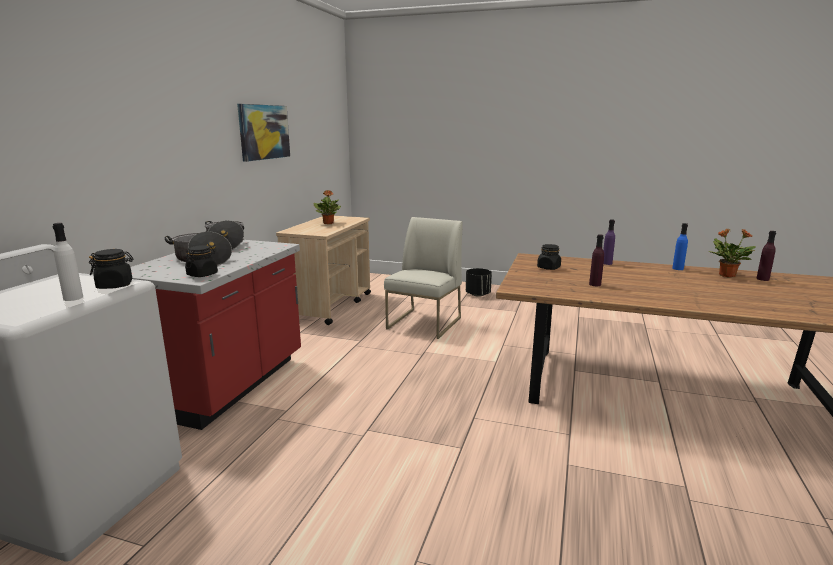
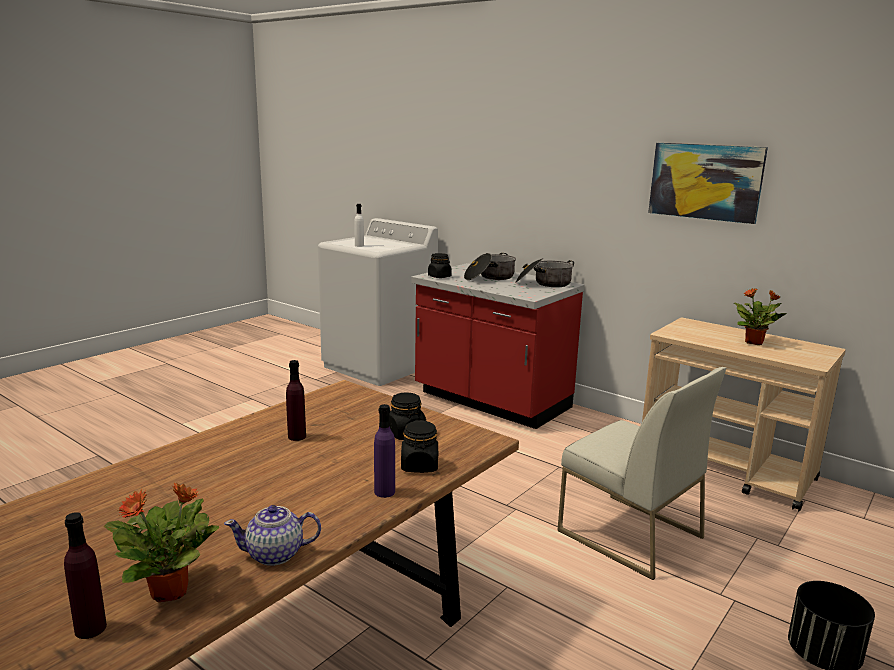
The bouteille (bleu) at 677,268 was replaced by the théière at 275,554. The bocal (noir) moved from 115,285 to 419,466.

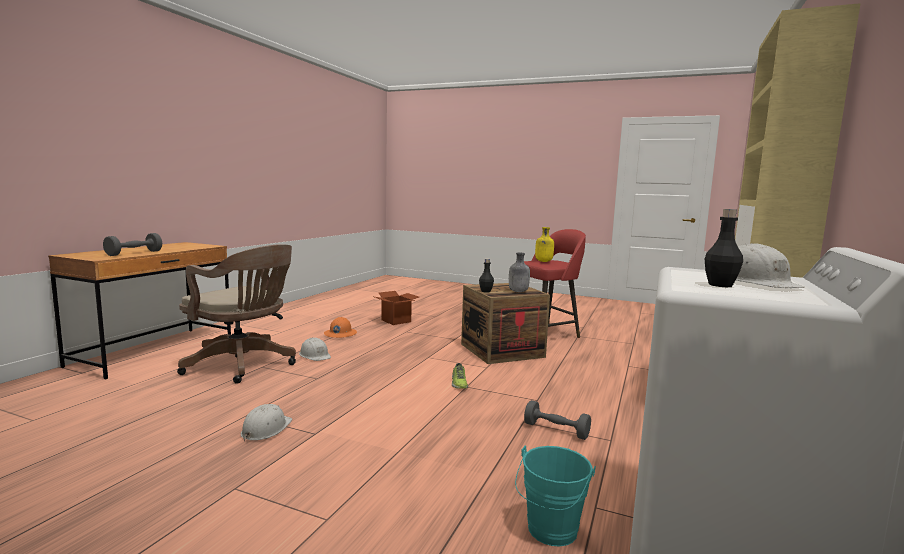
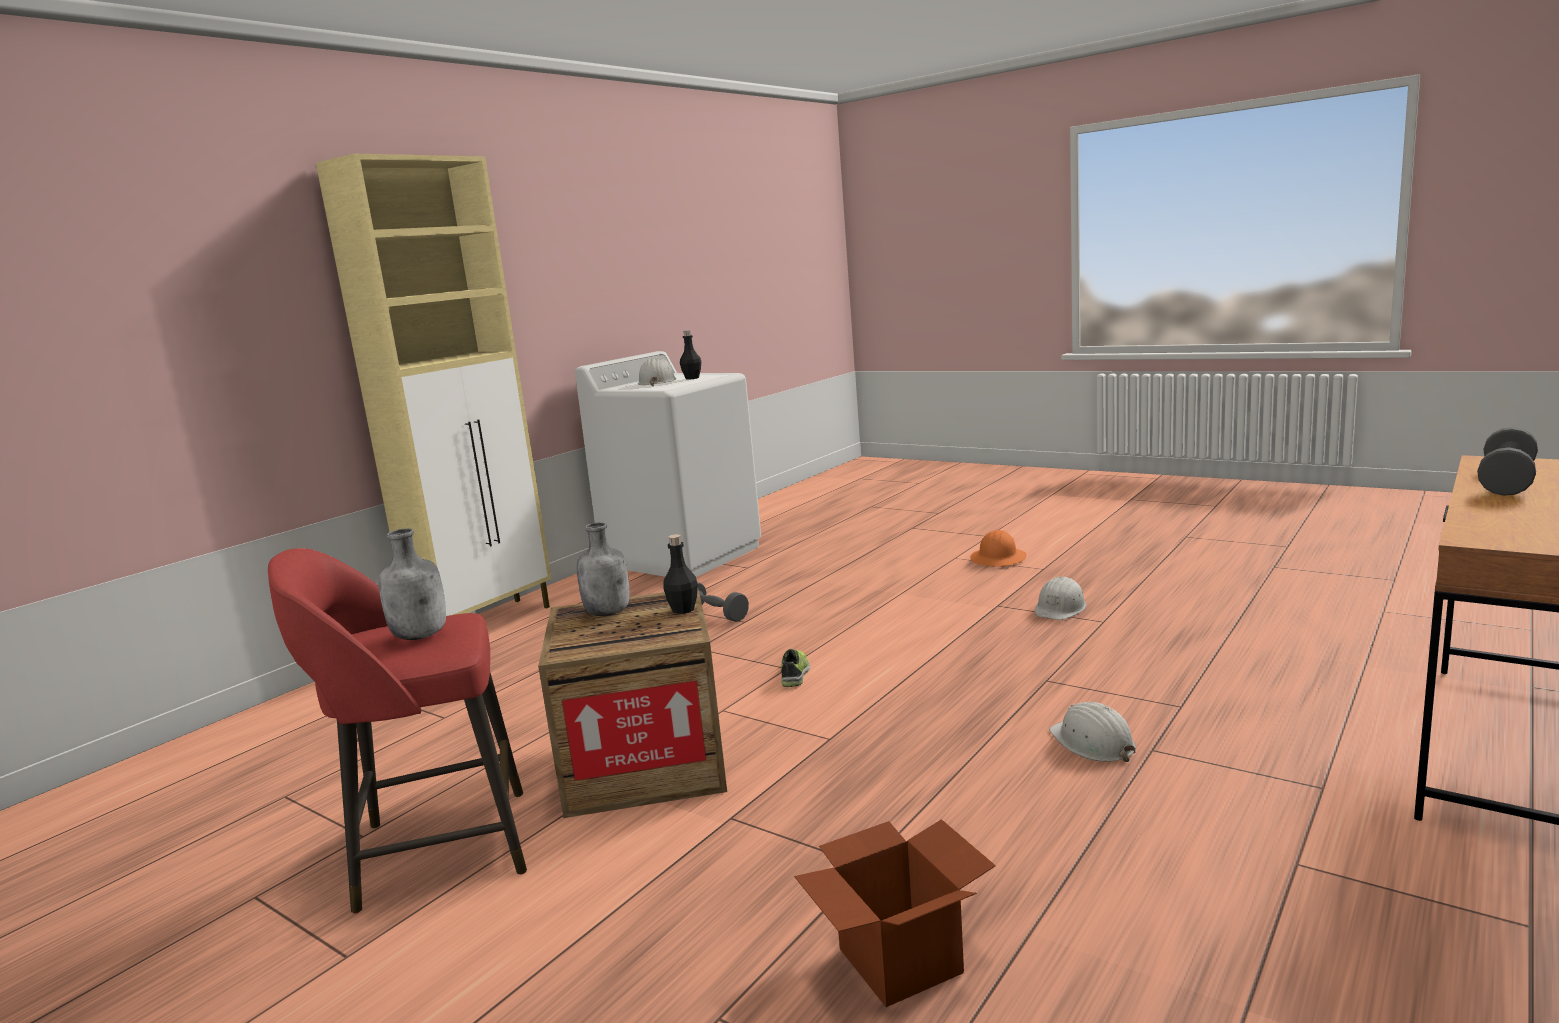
The bouteille (jaune) at 543,261 became the bouteille (gris) at 421,635. The casque de chantier (orange) moved from 340,334 to 998,559. The chaise de bureau (marron) at 243,365 disappeared. The seau (turquoise) at 550,533 disappeared.

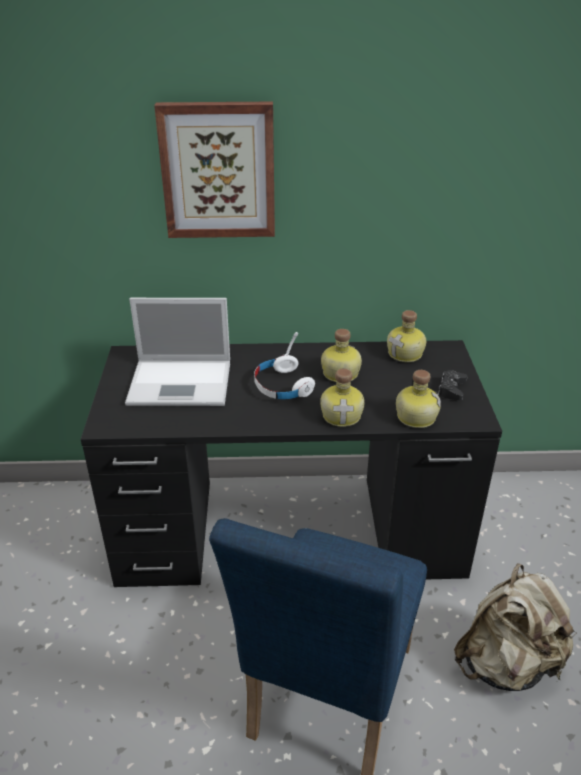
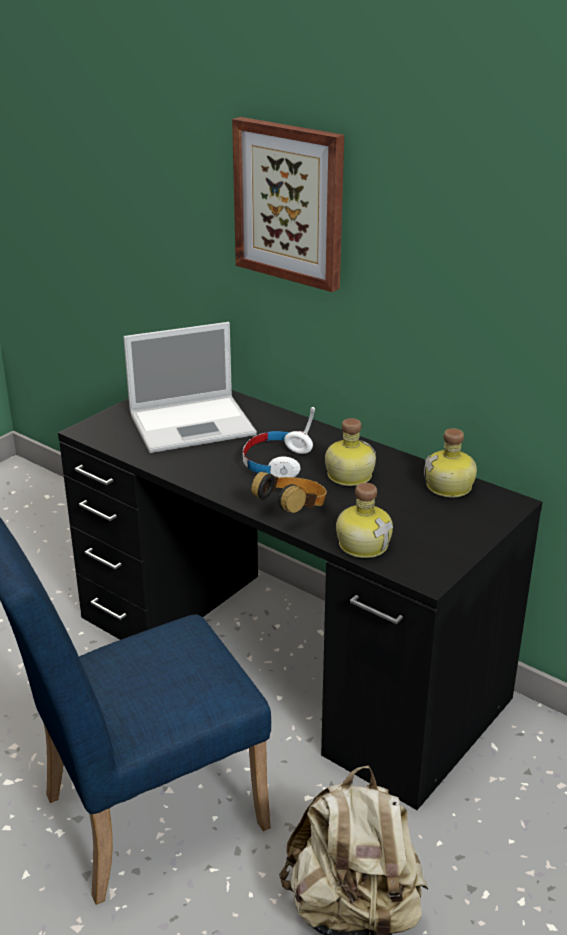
The ordinateur portable at 182,383 turned 60 degrees counterclockwise. The bouteille at 342,415 was replaced by the casque audio at 293,510. The manette (noir) at 451,389 disappeared.

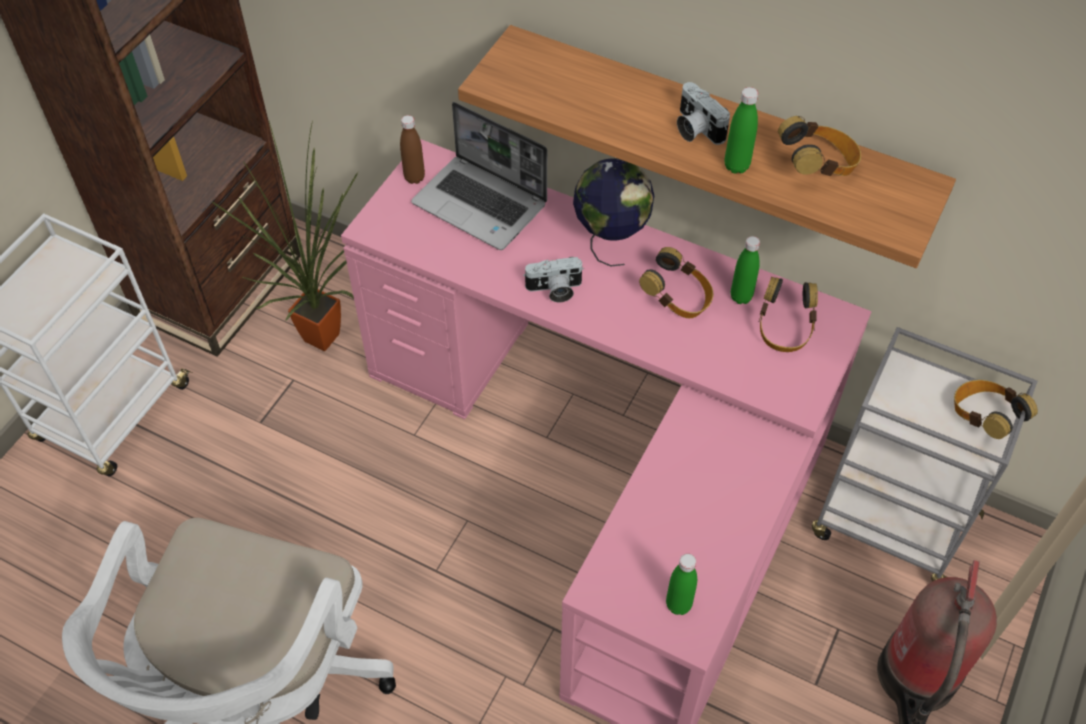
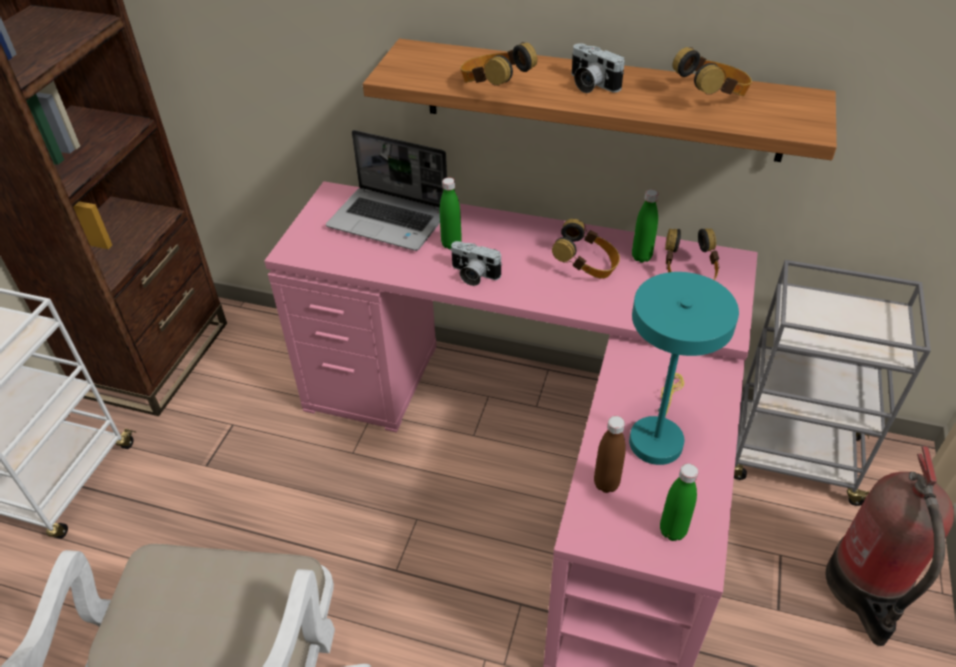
The bouteille (vert) moved from 736,166 to 451,244. The appareil photo at 554,290 turned 45 degrees clockwise. The casque audio moved from 983,418 to 494,87. The bouteille (marron) moved from 414,177 to 606,484. The lampe de table (turquoise) at 657,435 appeared. The plante en pot at 326,341 disappeared. The globe at 610,240 disappeared.

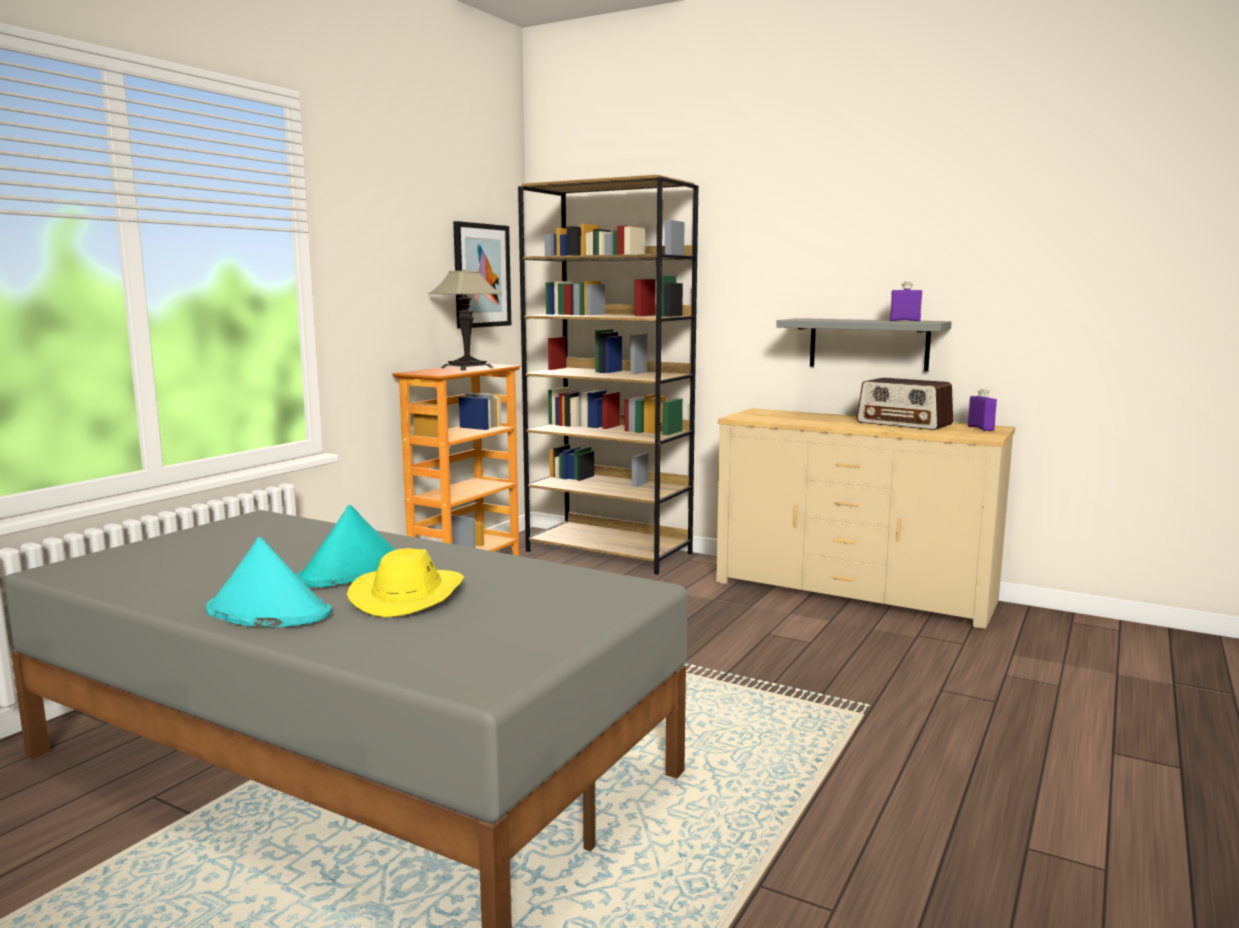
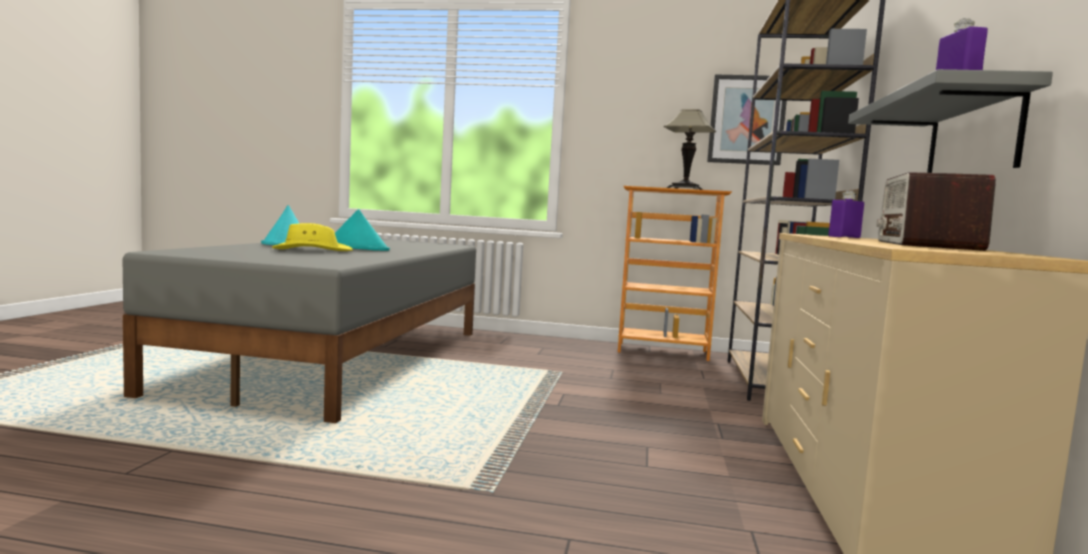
The bouteille (violet) moved from 980,428 to 844,237.

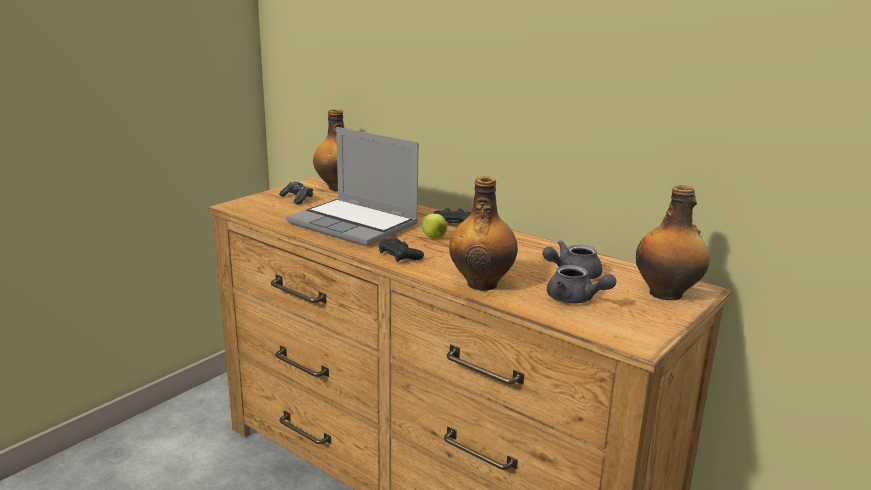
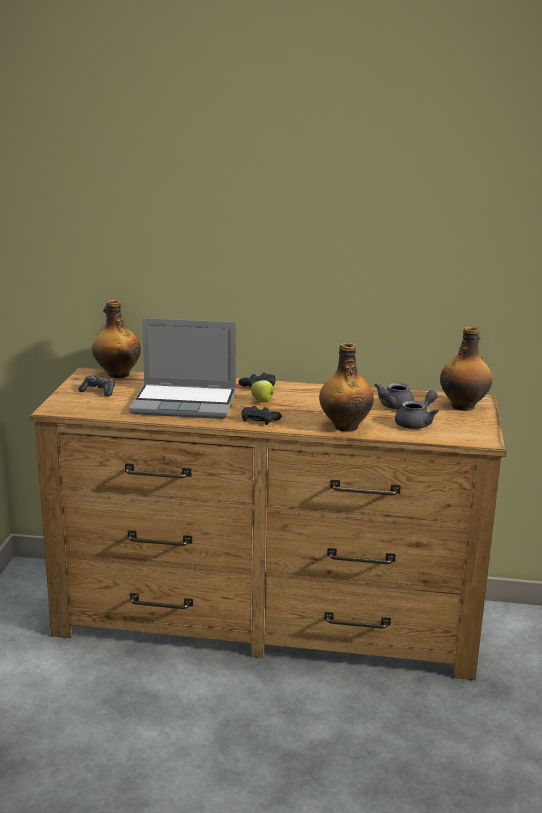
The théière (gris) at 575,299 turned 60 degrees counterclockwise.

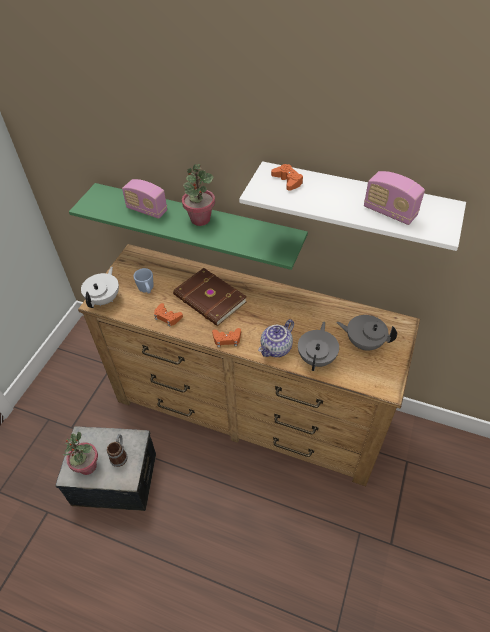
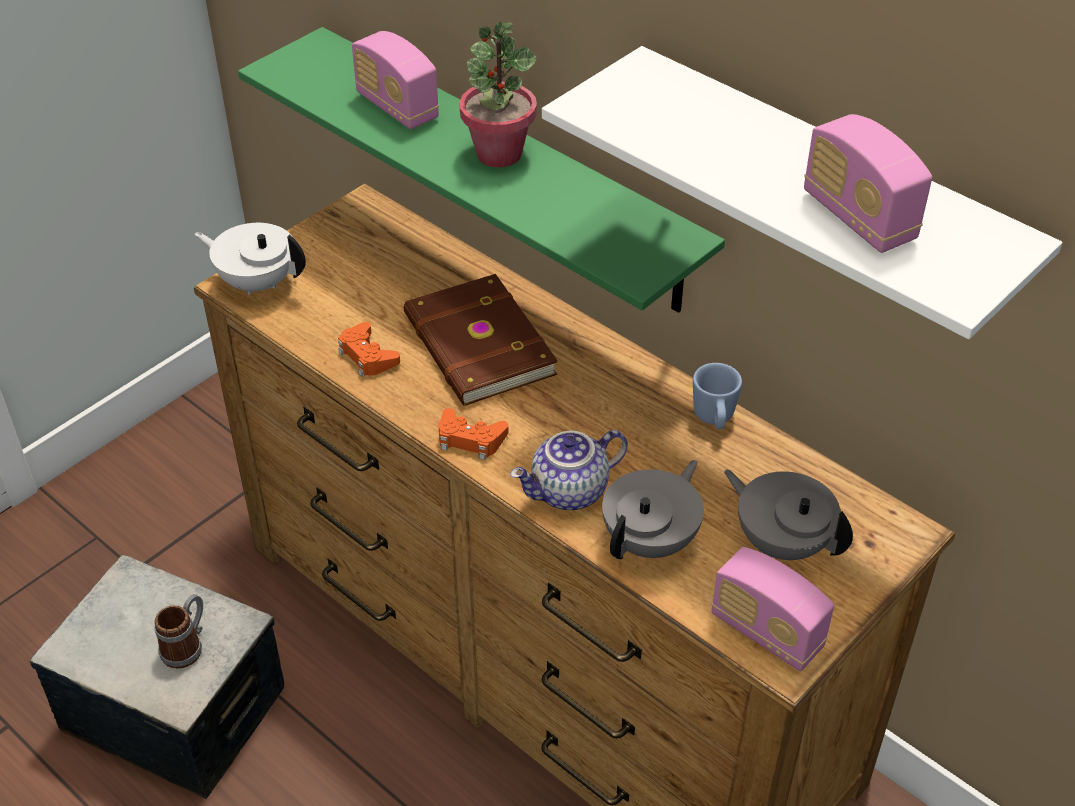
The théière (blanc) at 104,299 turned 105 degrees counterclockwise. The mug (bleu) moved from 147,290 to 714,419. The radio at 766,632 appeared. The plante en pot at 87,466 disappeared. The manette (orange) at 287,181 disappeared.

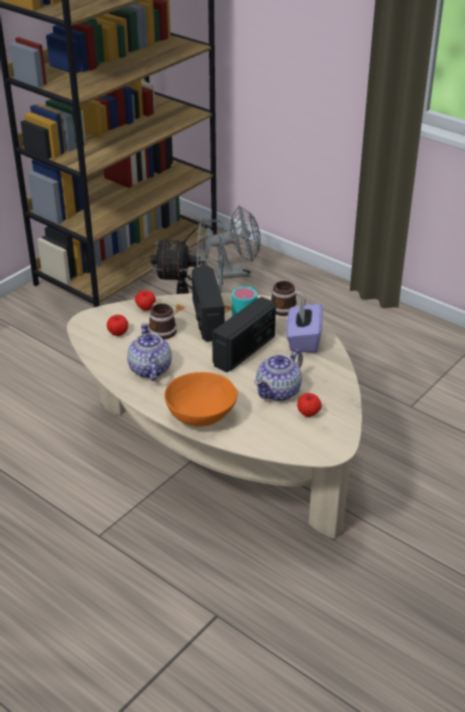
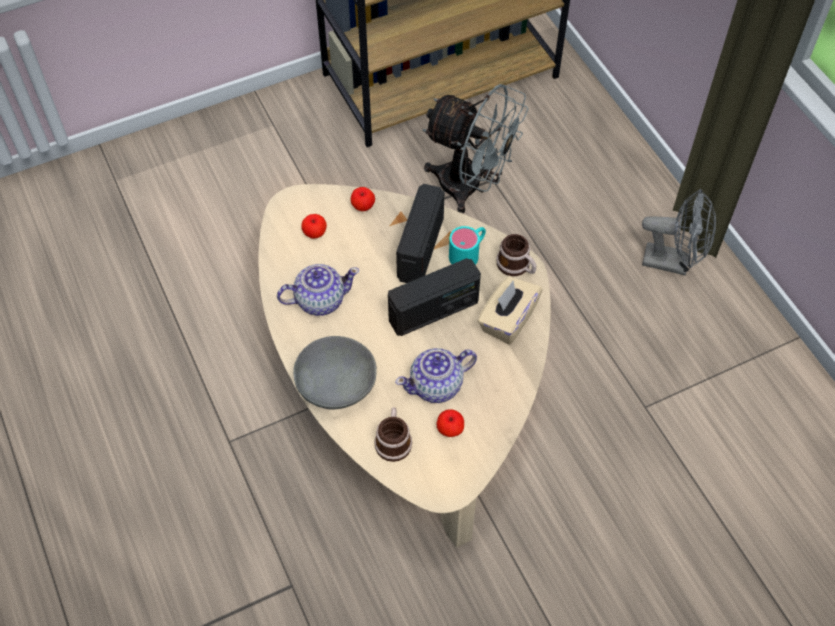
The théière at 149,370 turned 60 degrees clockwise. The bol (orange) at 201,416 became the bol (gris) at 336,387. The mug moved from 161,329 to 393,440. The boîte à mouchoirs (violet) at 303,340 became the boîte à mouchoirs (beige) at 507,320. The ventilateur (gris) moved from 238,272 to 673,262.

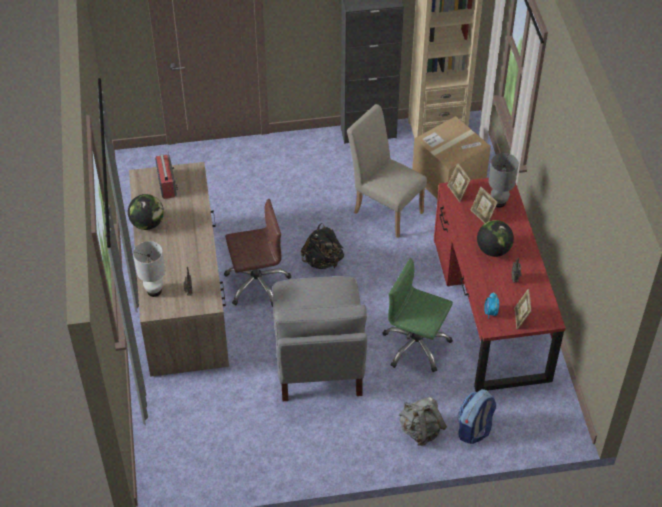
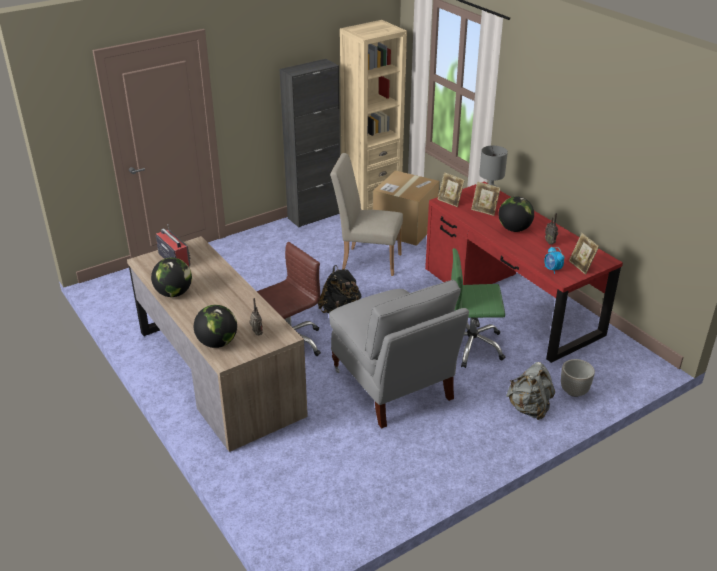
The lampe de table (blanc) at 154,291 was replaced by the globe at 217,343. The sac à dos at 474,429 was replaced by the cache-pot at 574,391.

